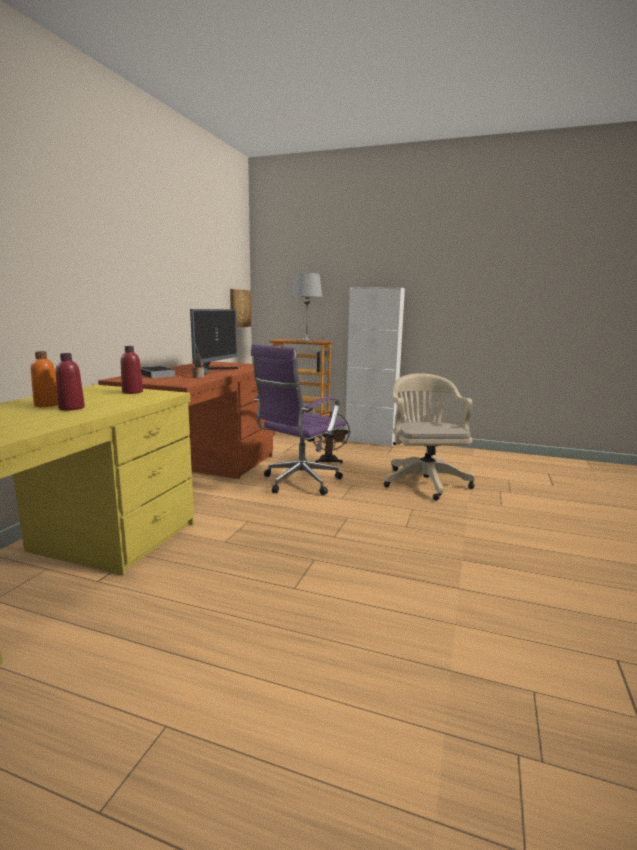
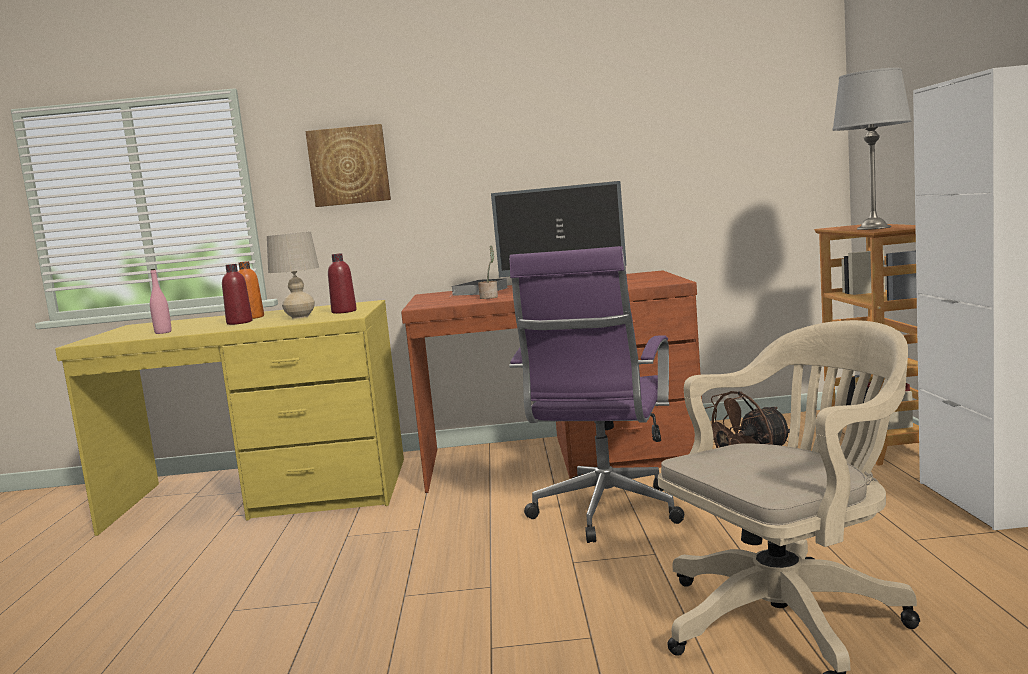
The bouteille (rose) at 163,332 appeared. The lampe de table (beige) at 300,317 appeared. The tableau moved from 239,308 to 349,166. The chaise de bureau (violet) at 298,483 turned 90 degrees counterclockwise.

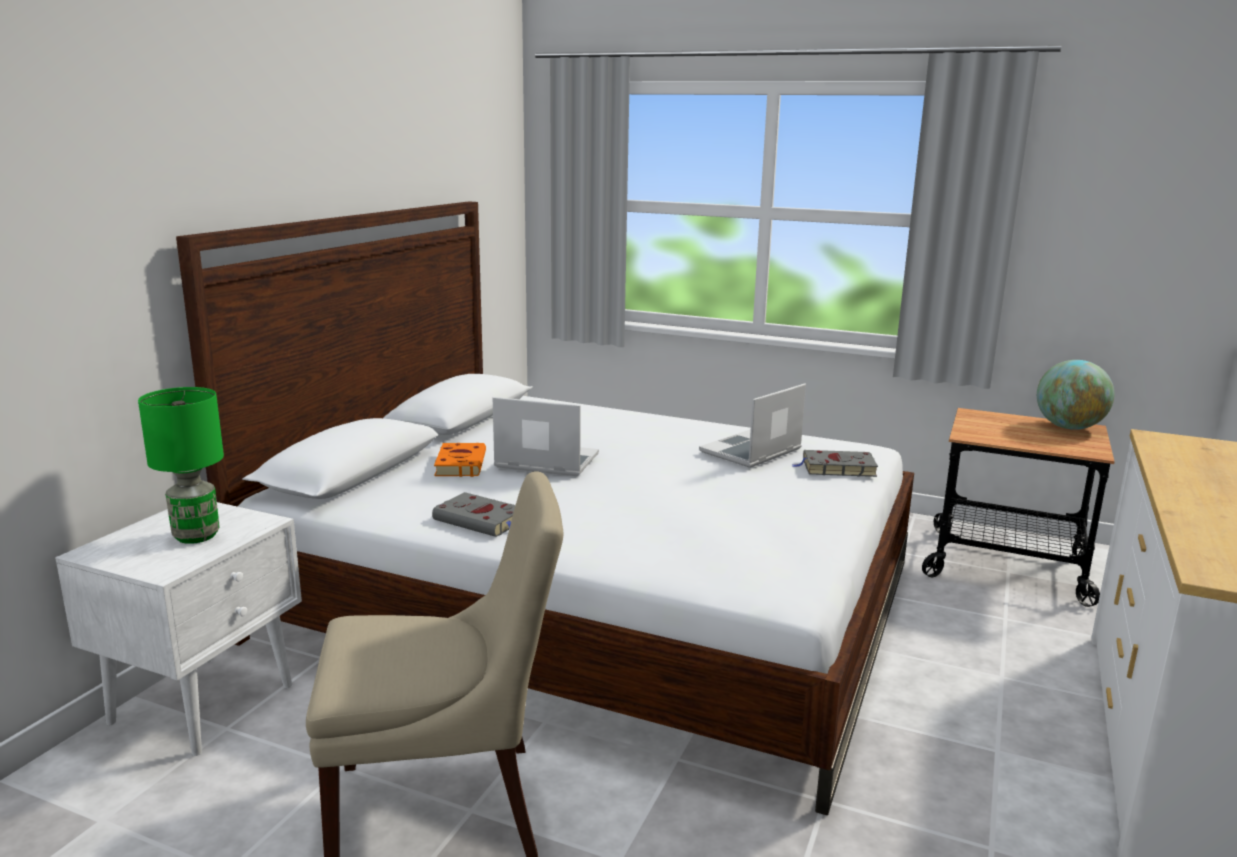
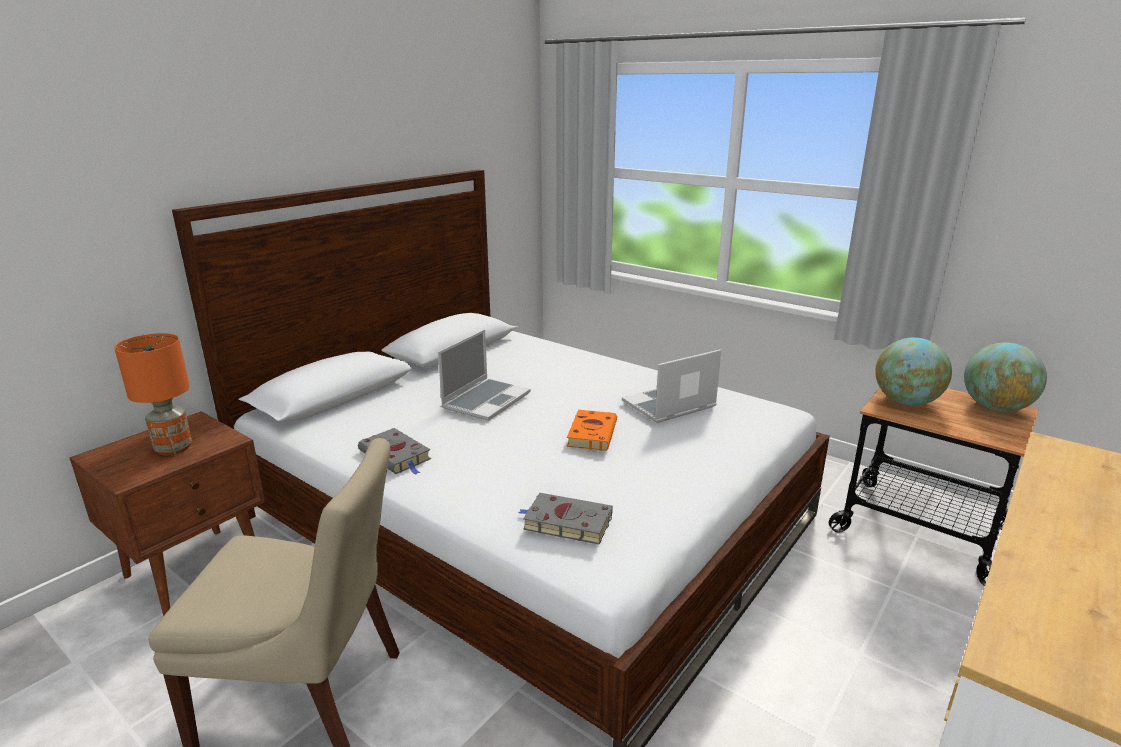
The table de chevet (blanc) at 205,702 became the table de chevet (marron) at 196,569. The lampe de table (vert) at 197,536 became the lampe de table (orange) at 174,448. The ordinateur portable at 545,461 turned 90 degrees clockwise. The livre (gris) moved from 836,468 to 565,522. The livre (orange) moved from 460,464 to 592,433. The globe at 906,402 appeared.

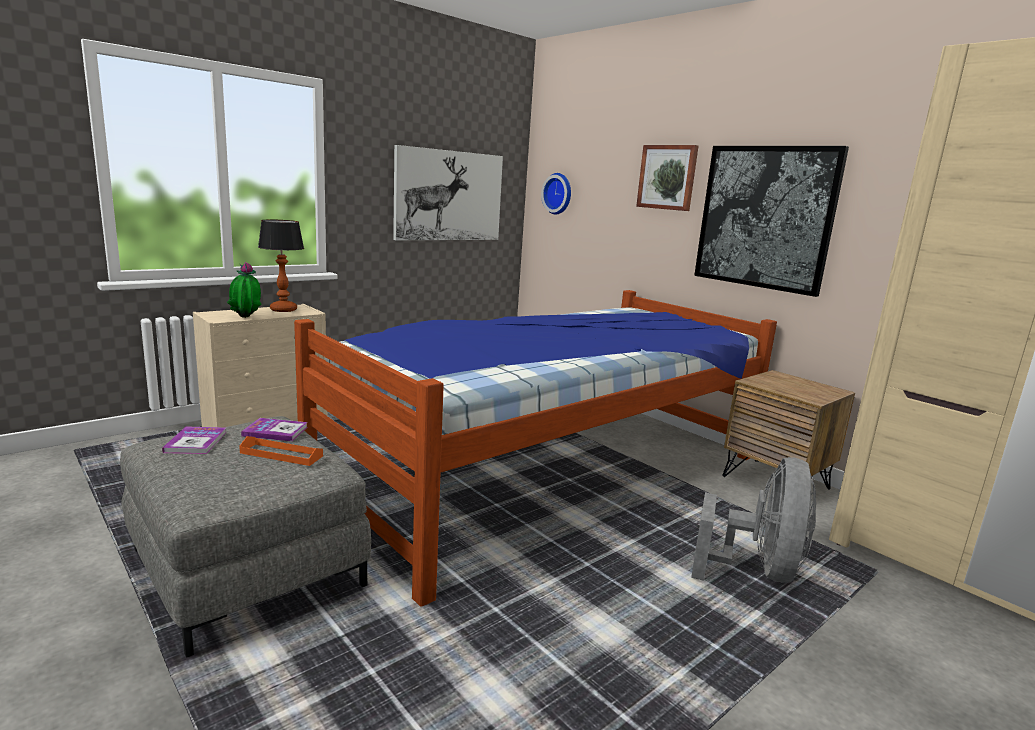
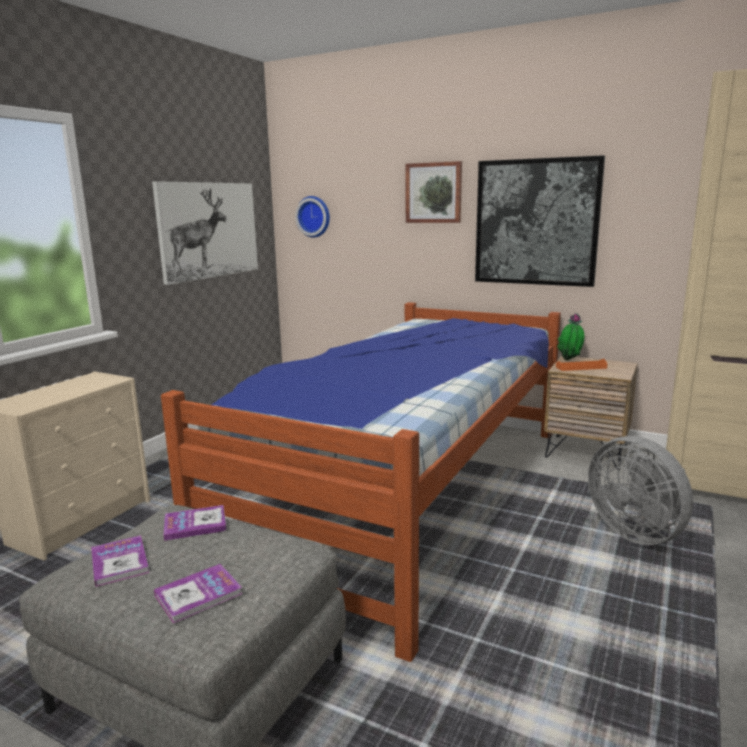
The livre at 198,594 appeared. The plateau (orange) moved from 281,454 to 581,367. The plante en pot moved from 246,318 to 570,360. The ventilateur (gris) at 758,570 turned 150 degrees clockwise. The lampe de table at 283,309 disappeared.

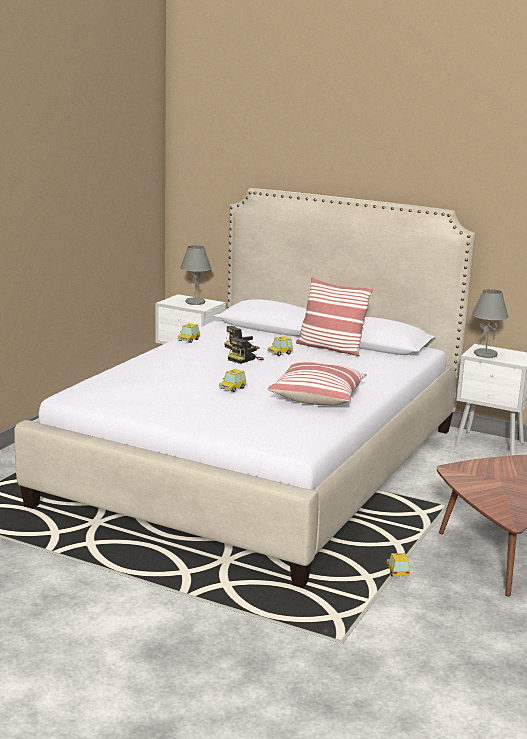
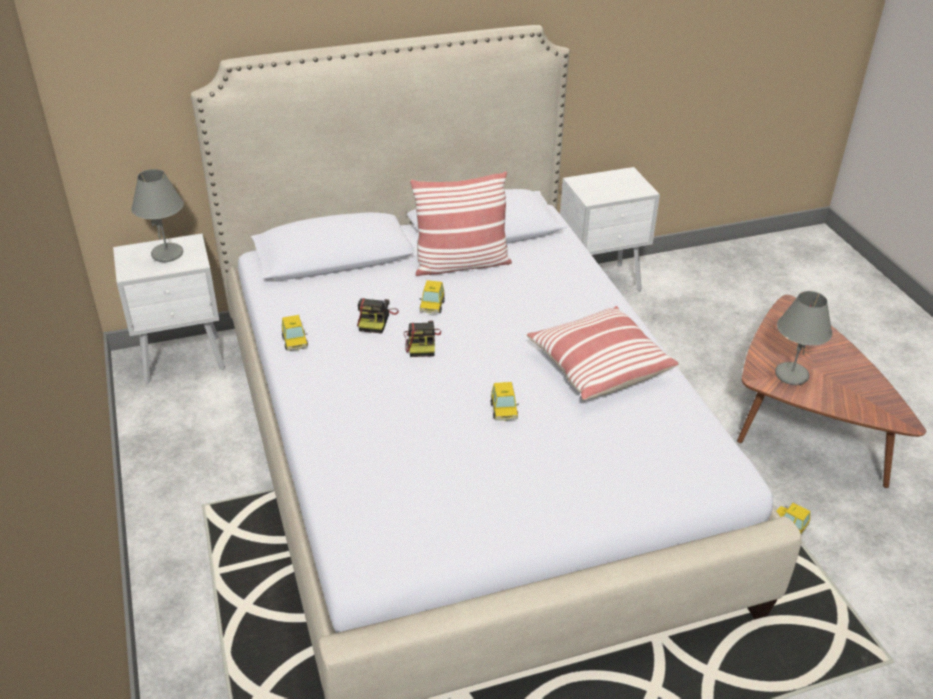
The lampe de table (gris) moved from 485,354 to 791,375.

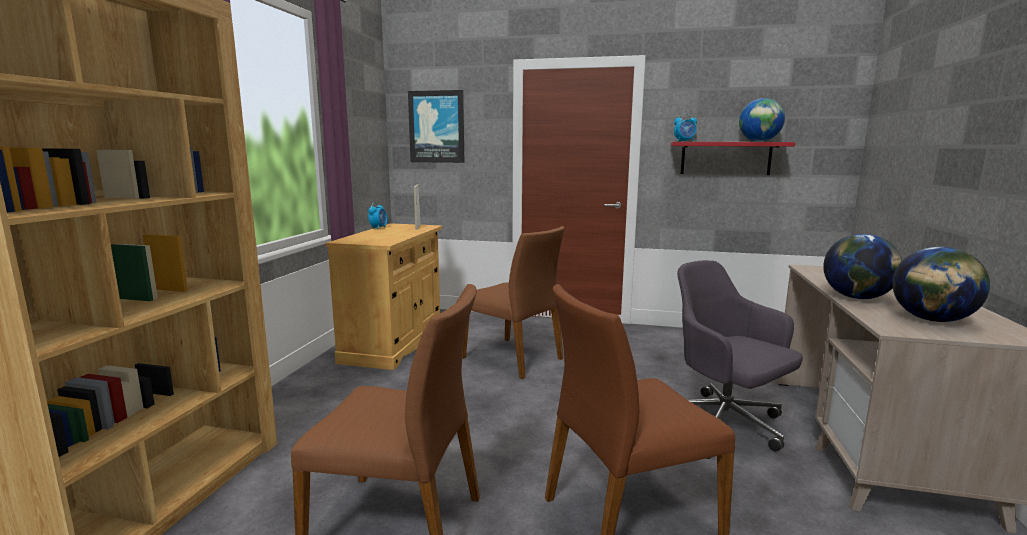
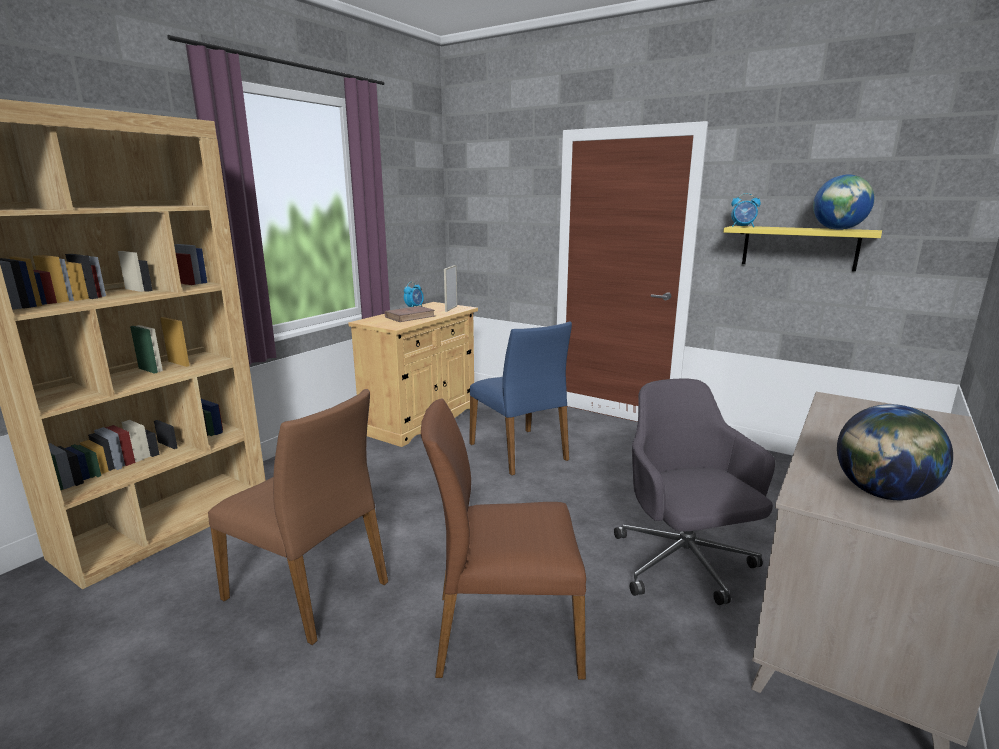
The livre (marron) at 410,317 appeared. The chaise (marron) at 514,358 became the chaise (bleu) at 520,451. The étagère (rouge) at 725,158 became the étagère (jaune) at 799,247. The tableau at 437,127 disappeared. The globe at 857,298 disappeared.

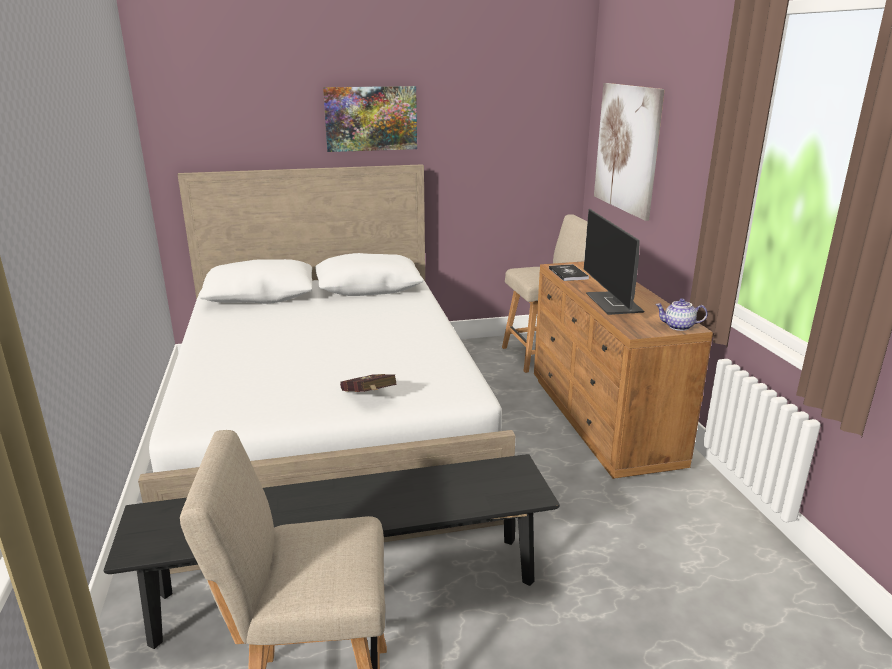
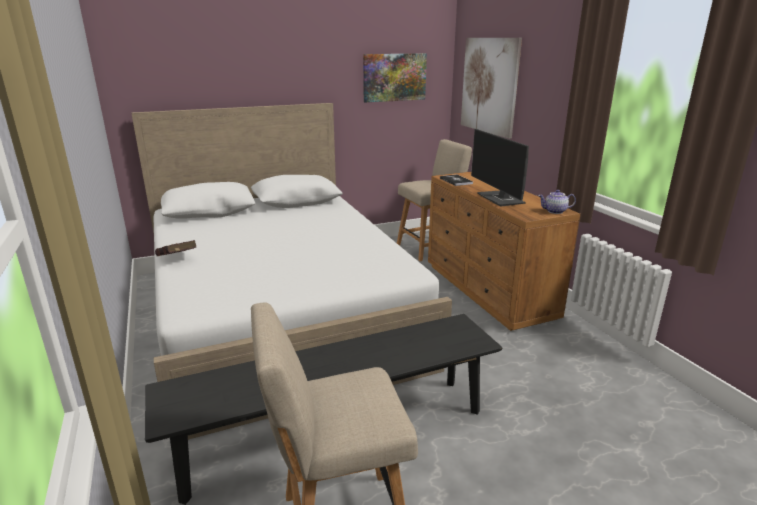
The livre (rouge) moved from 369,398 to 177,259. The tableau moved from 371,118 to 394,77.

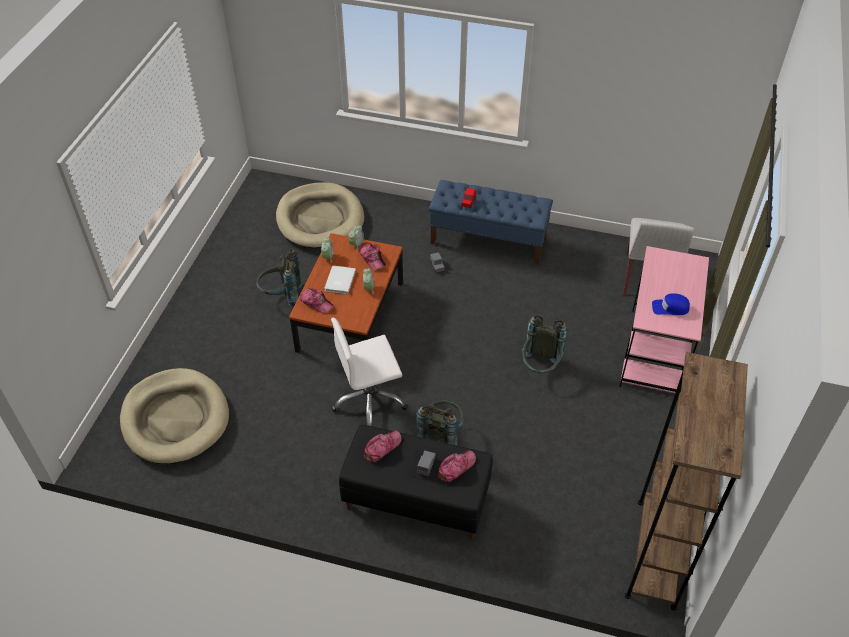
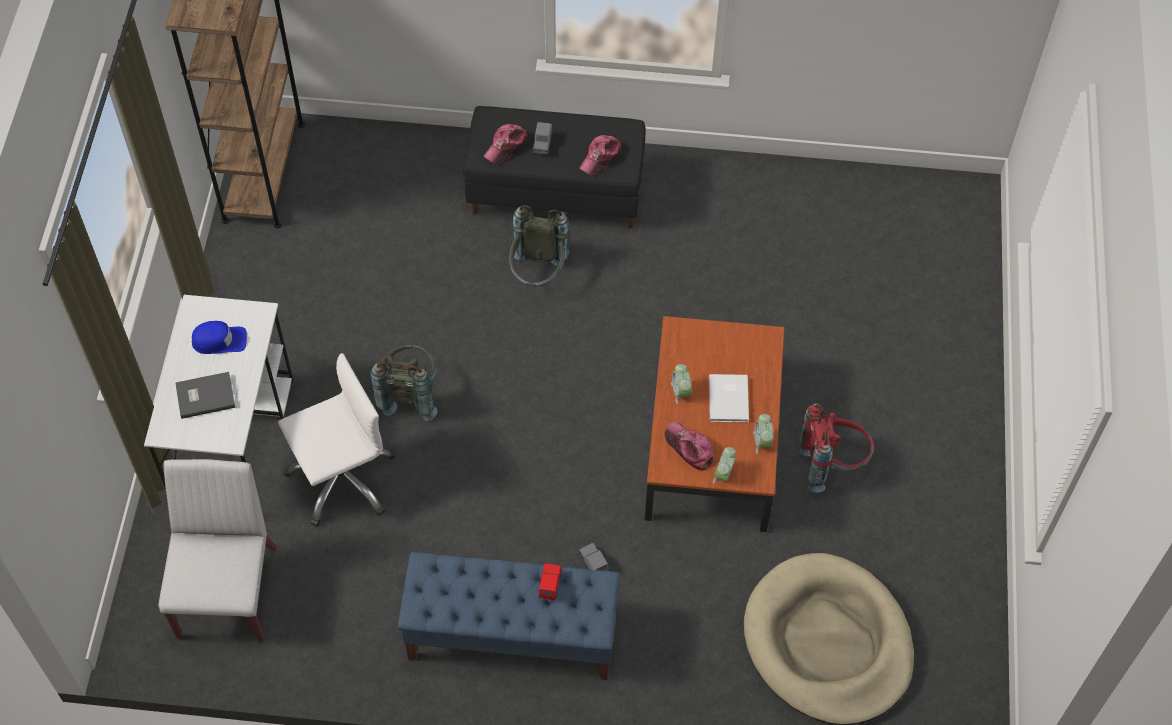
The bureau (rose) at 654,353 became the bureau (blanc) at 235,442. The livre (gris) at 204,395 appeared. The chaise de bureau (blanc) moved from 369,400 to 342,478. The sac à dos (gris) at 282,296 became the sac à dos (rouge) at 832,464. The panier pour chien (beige) at 175,419 disappeared. The casquette at 316,303 disappeared.

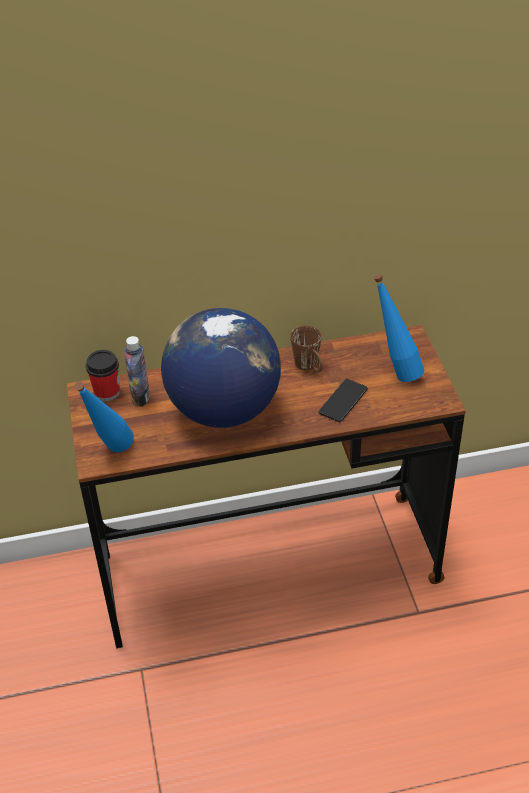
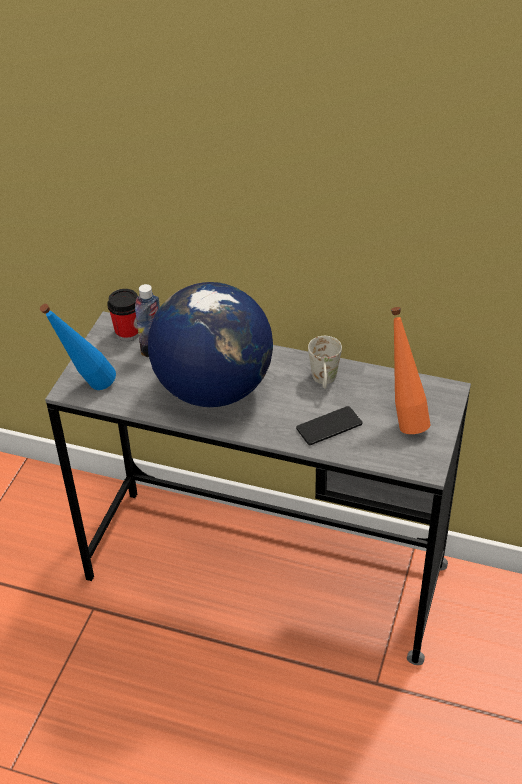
The bureau (marron) at 269,568 became the bureau (gris) at 265,572. The mug (marron) at 310,367 became the mug (blanc) at 324,382. The bouteille (bleu) at 395,372 became the bouteille (orange) at 403,419.

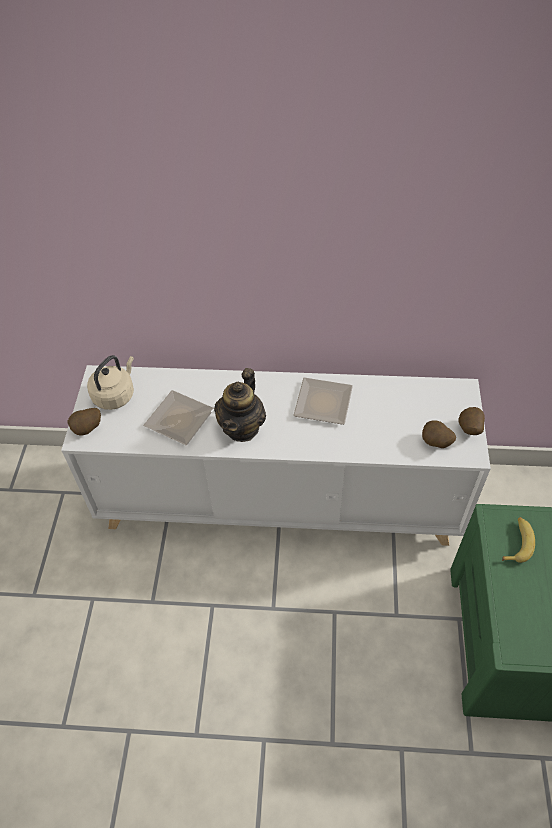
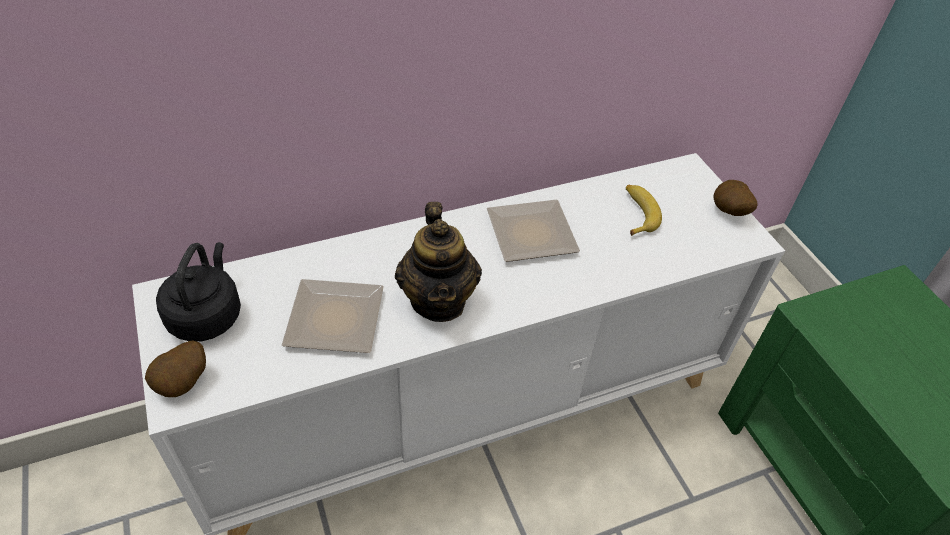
The bouilloire (beige) at 115,395 became the bouilloire (noir) at 207,315. The banane moved from 517,542 to 637,214. The pomme de terre at 435,443 disappeared.

